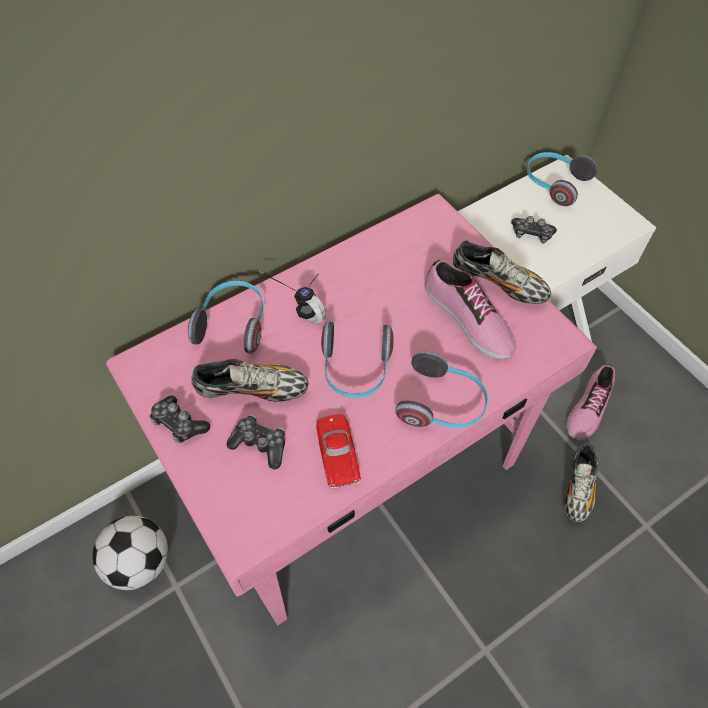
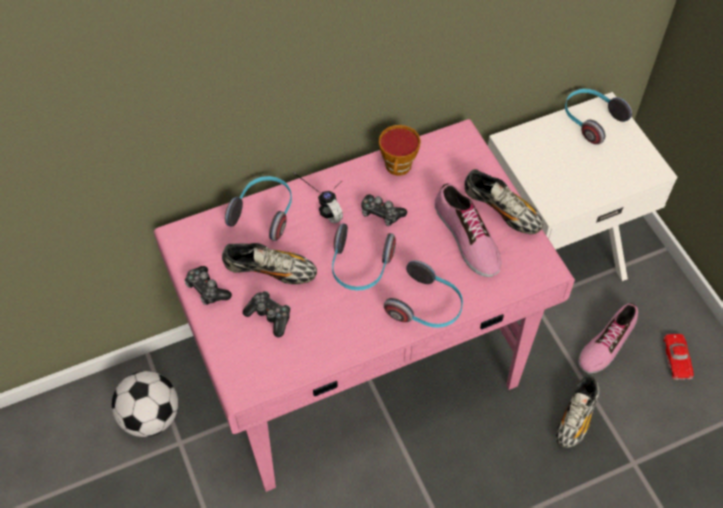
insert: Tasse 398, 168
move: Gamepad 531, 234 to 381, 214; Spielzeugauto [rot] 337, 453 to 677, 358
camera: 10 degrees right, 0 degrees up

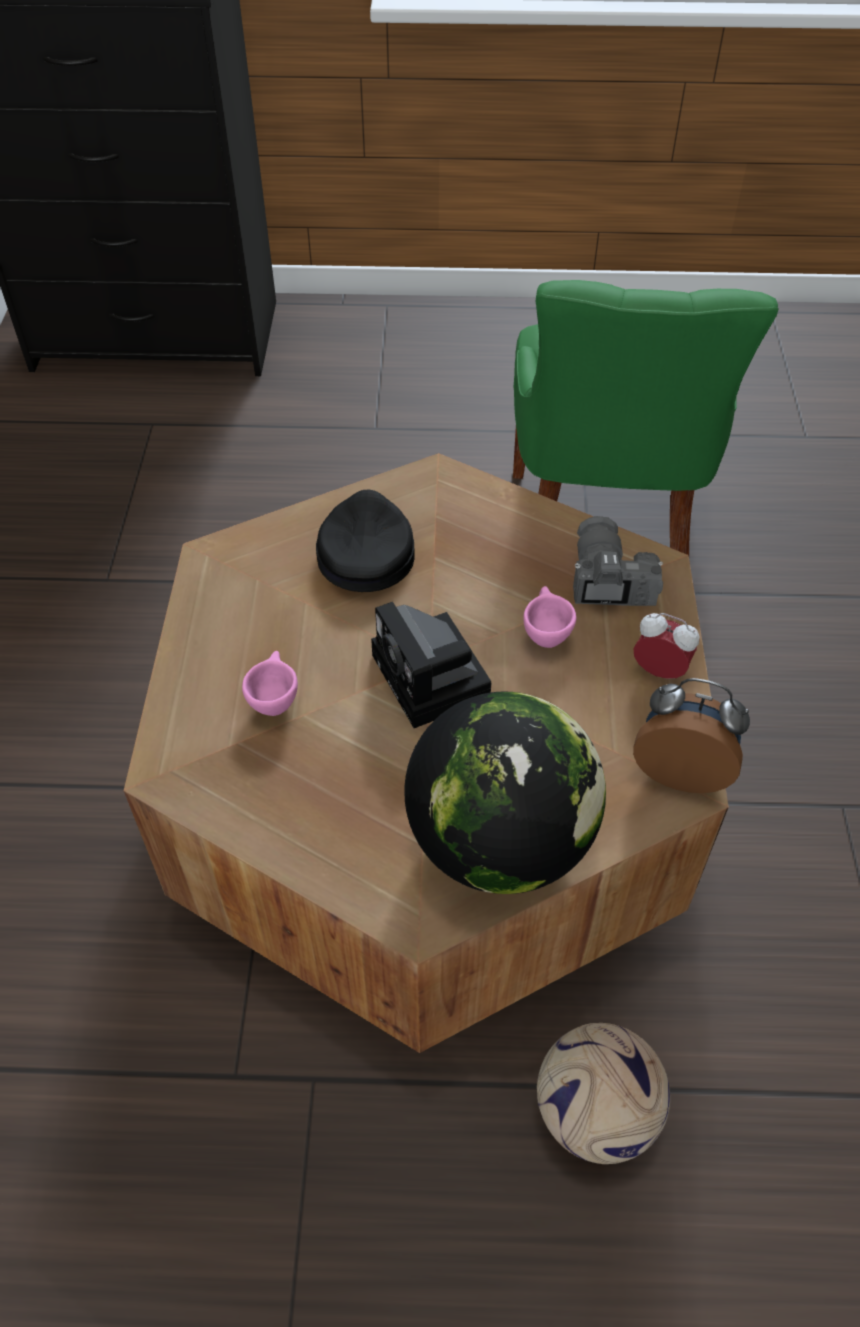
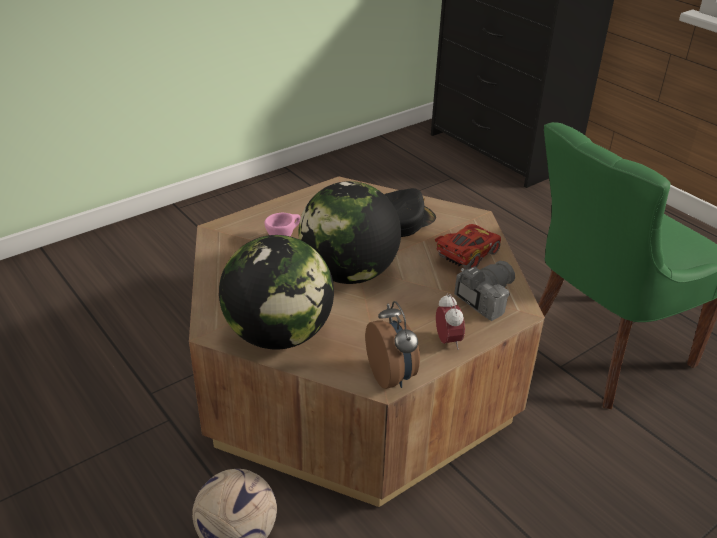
delete: Tasse [rosa] 544, 634
insert: Spielzeugauto [rot] 467, 256
replace: Kamera 434, 680 to Globus 349, 274
camera: 50 degrees right, 15 degrees down

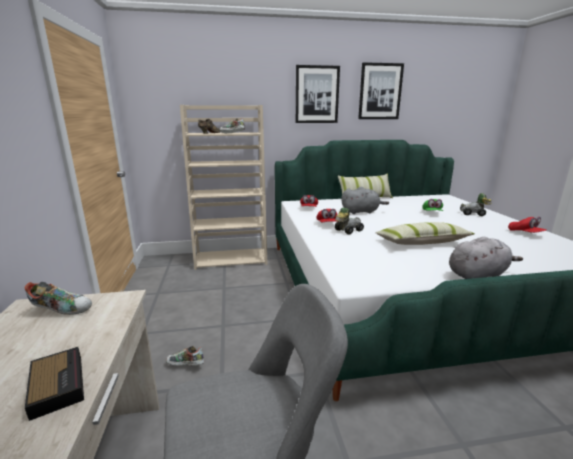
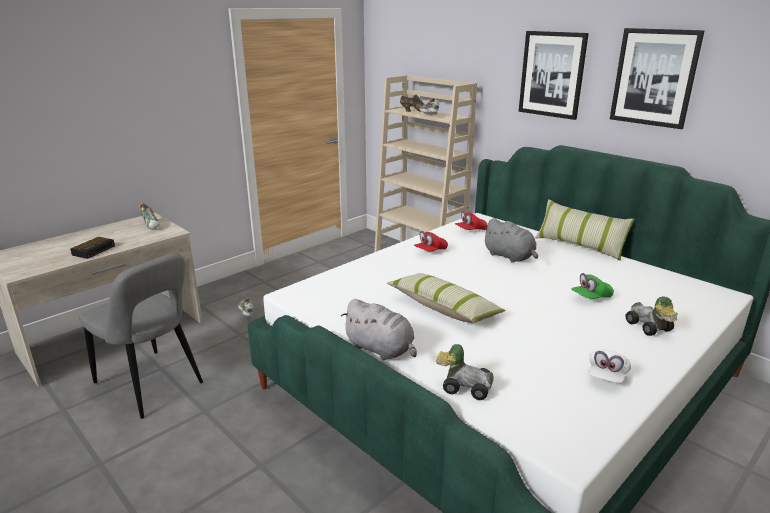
move: Spielzeugauto 347, 230 to 464, 386
recolor: Kappe [rot] 525, 233 to Kappe [weiß] 606, 376
camera: 55 degrees right, 5 degrees up

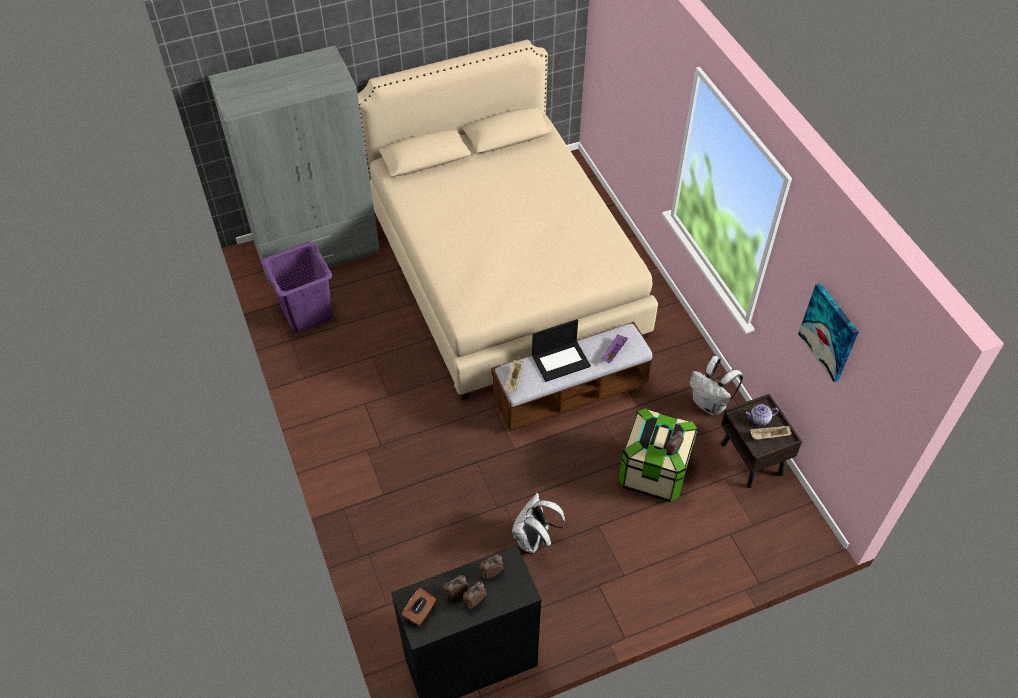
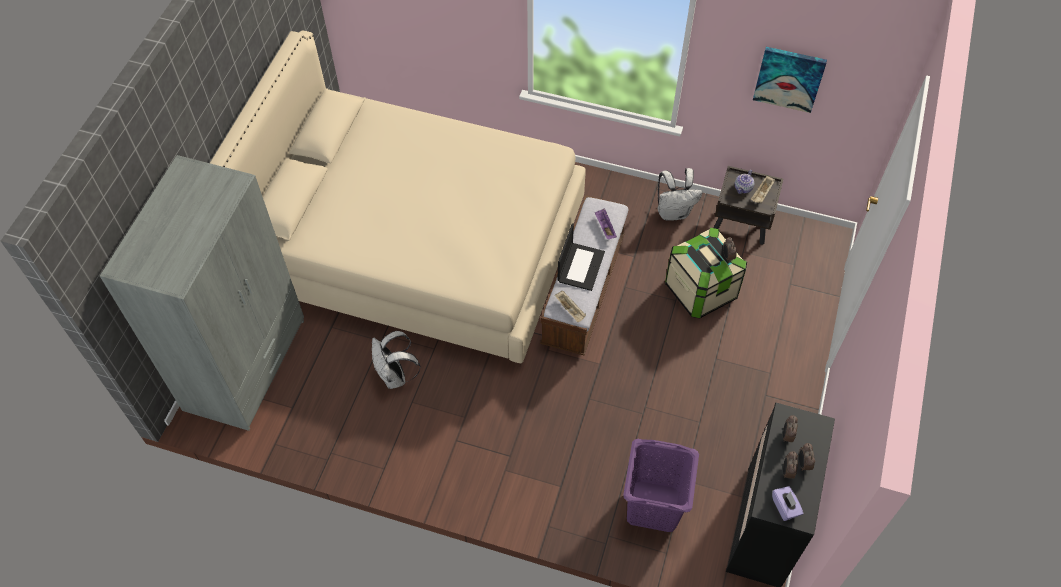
move: Wäschekorb [lila] 306, 313 to 653, 506; Rucksack [weiß] 534, 541 to 395, 376
recolor: Taschentuchbox [braun] 420, 612 to Taschentuchbox [lila] 785, 507
camera: 50 degrees left, 5 degrees up

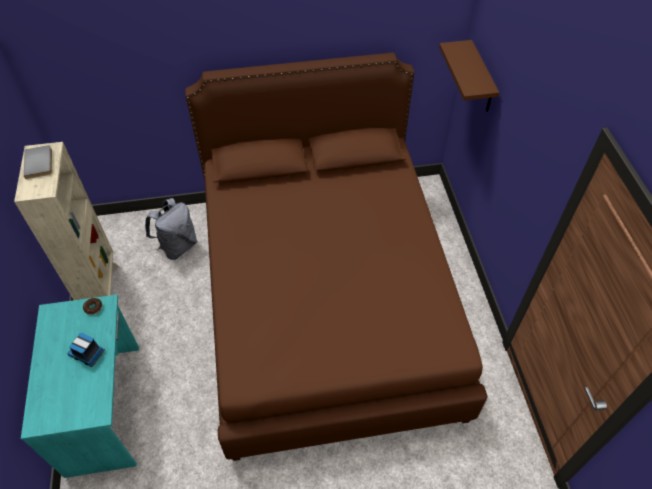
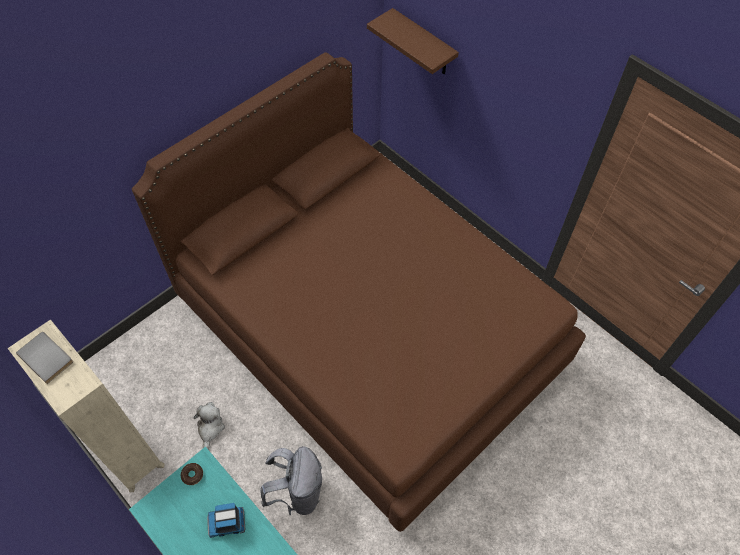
insert: Plüschtier 210, 428
move: Rucksack [grau] 177, 246 to 297, 492
camera: 35 degrees left, 5 degrees up

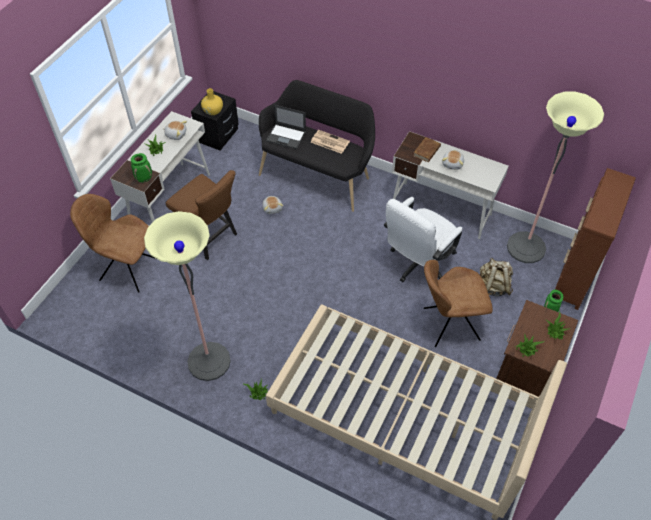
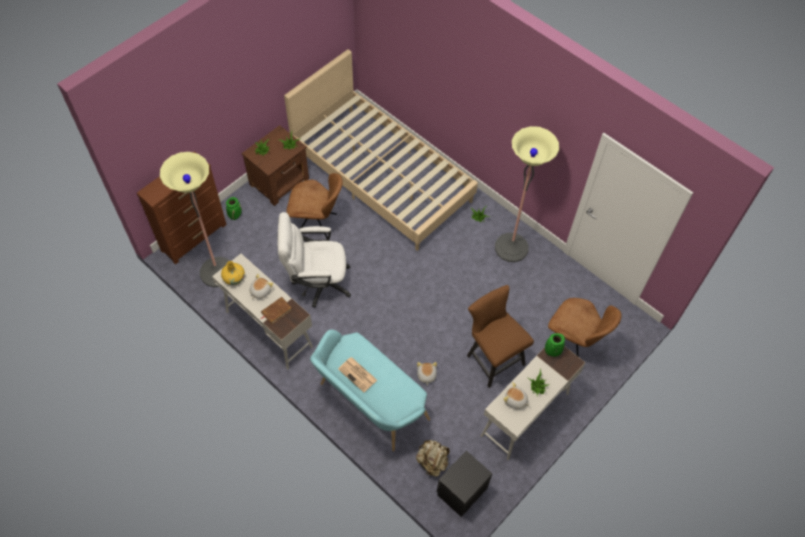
delete: Laptop 286, 136
move: Vase [gelb] 213, 111 to 234, 278; Rucksack [beige] 493, 286 to 432, 462
recolor: Bank [schwarz] 318, 174 to Bank [türkis] 369, 404
rotate: Bürostuhl [weiß] 417, 264 = 317, 282 150 degrees counterclockwise
camera: 165 degrees left, 5 degrees up

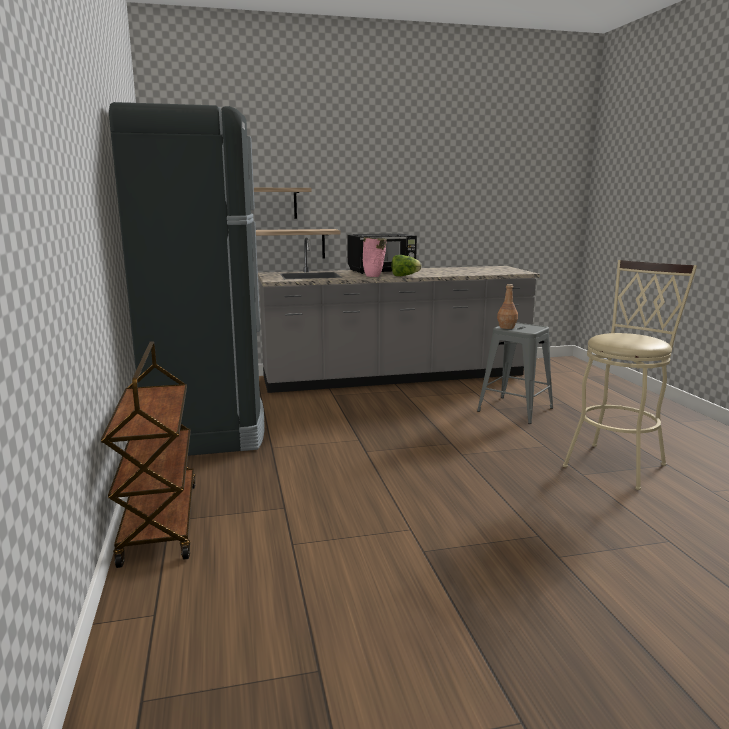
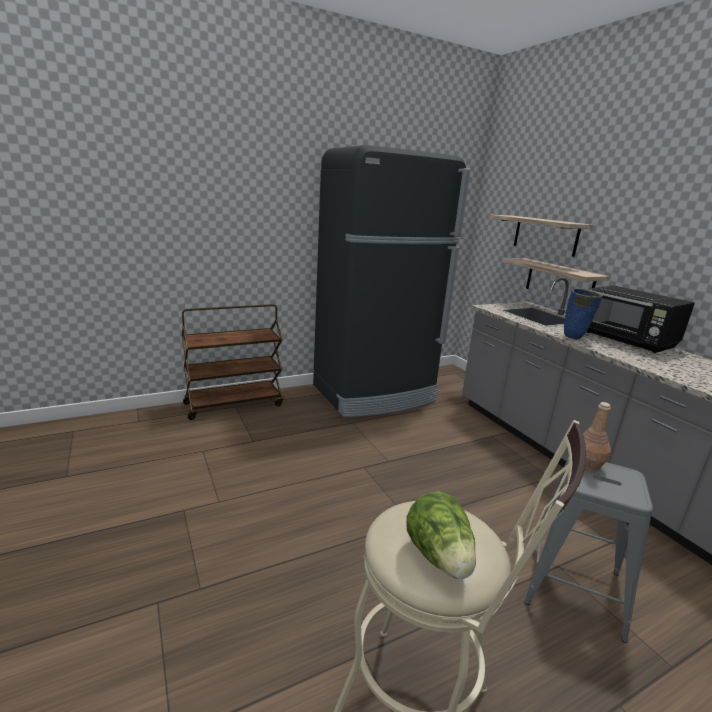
move: Salatkopf 404, 276 to 439, 557
recolor: Vase [rosa] 374, 276 to Vase [blau] 574, 337
camera: 75 degrees right, 5 degrees up

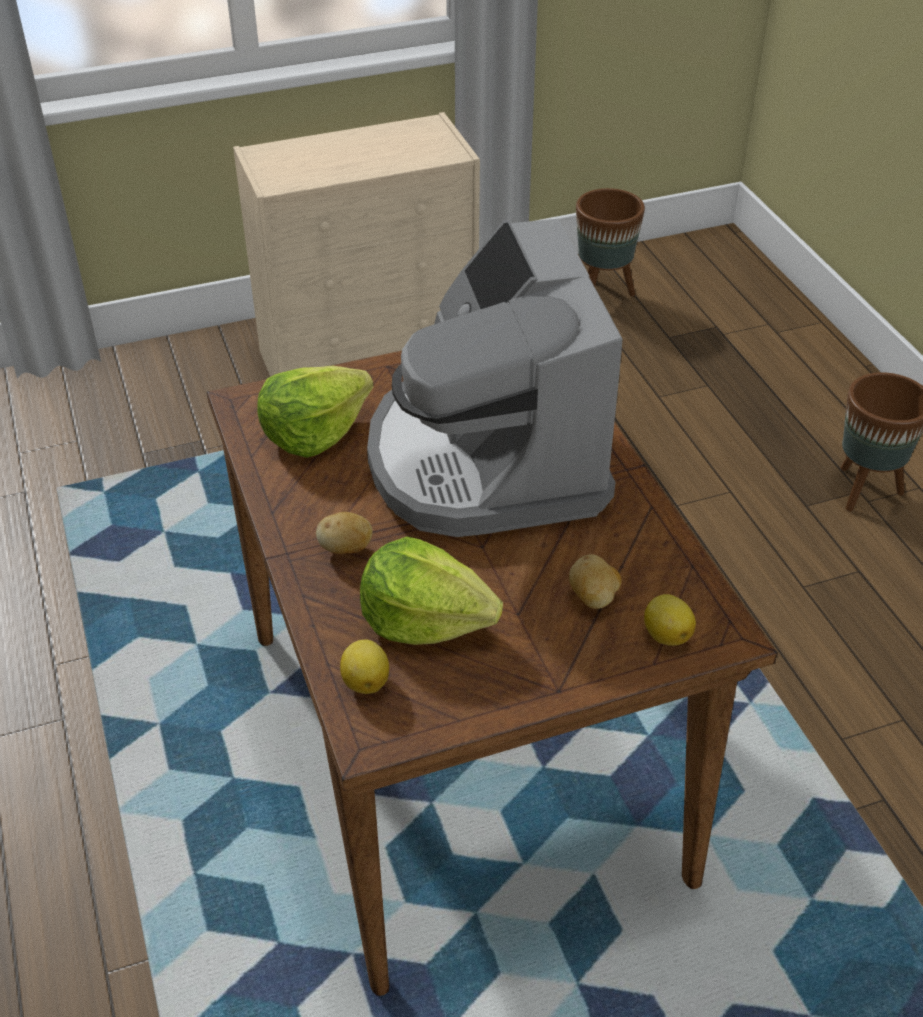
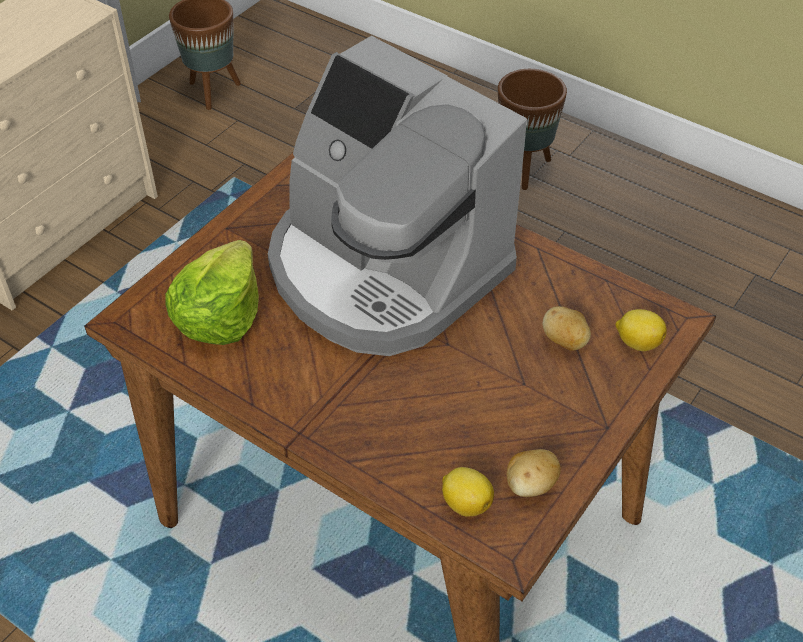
delete: Salatkopf 425, 619
move: Kartoffel 345, 549 to 530, 485
camera: 35 degrees left, 5 degrees up

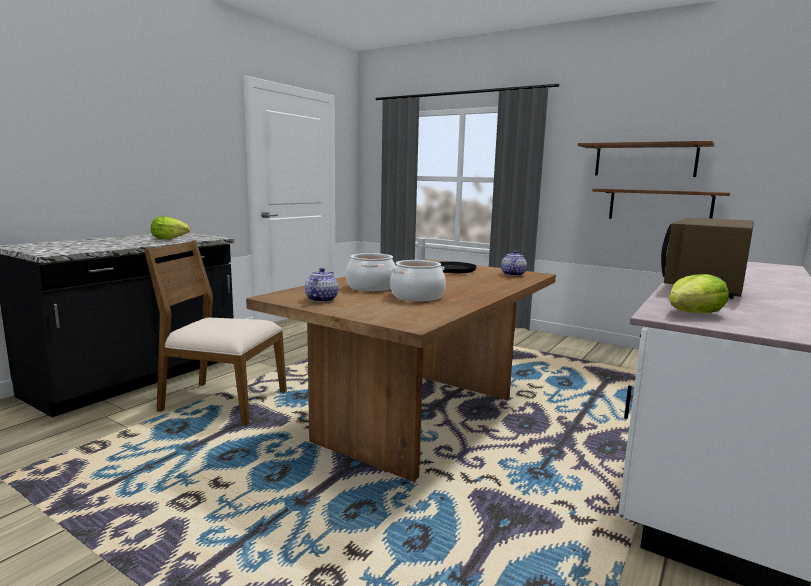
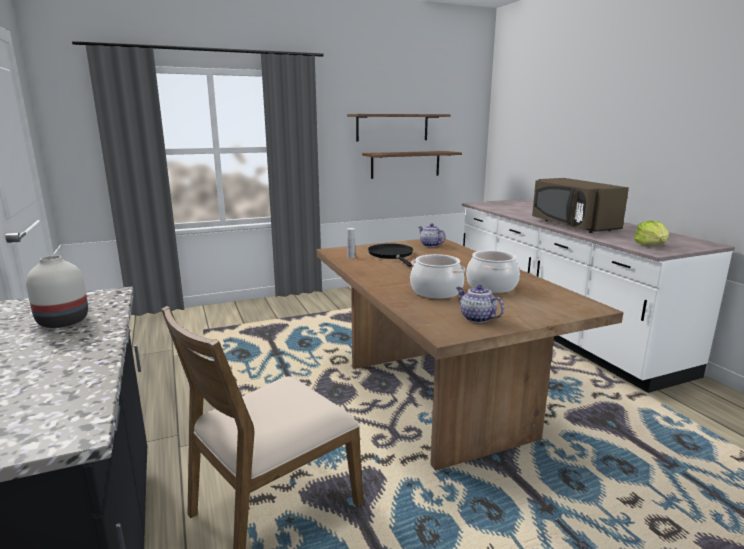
replace: Salatkopf 169, 239 to Vase [weiß] 61, 321
camera: 55 degrees left, 5 degrees up

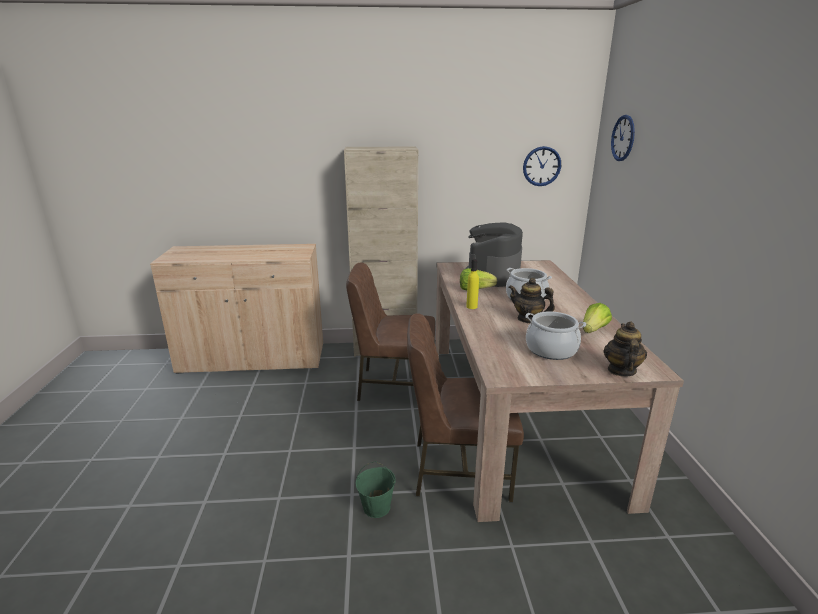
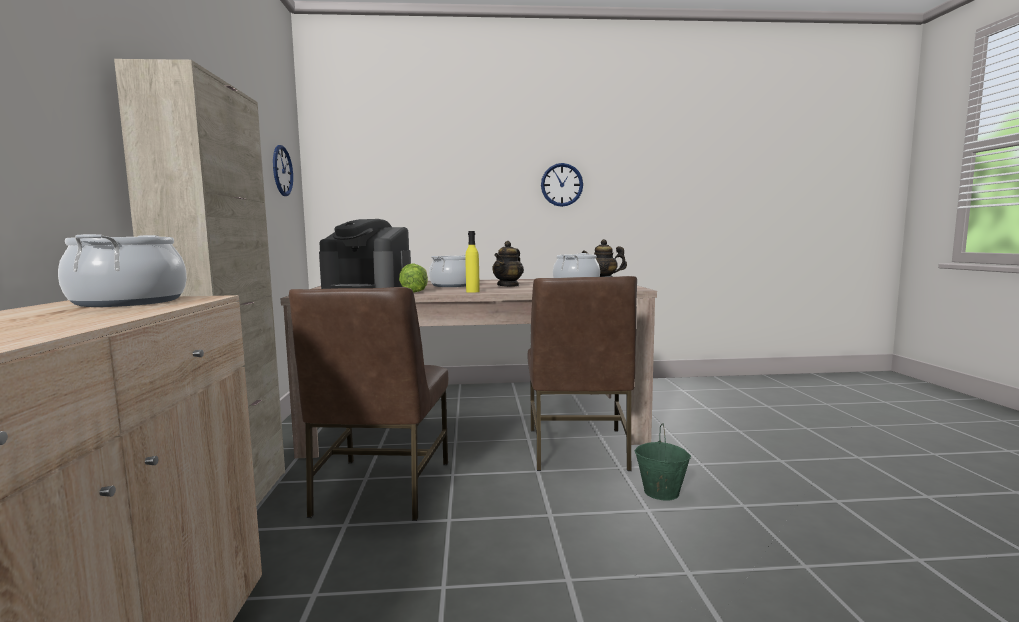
delete: Salatkopf 593, 330
insert: Kochtopf 129, 302
move: Wanduhr 623, 138 to 561, 185
camera: 90 degrees left, 15 degrees down

